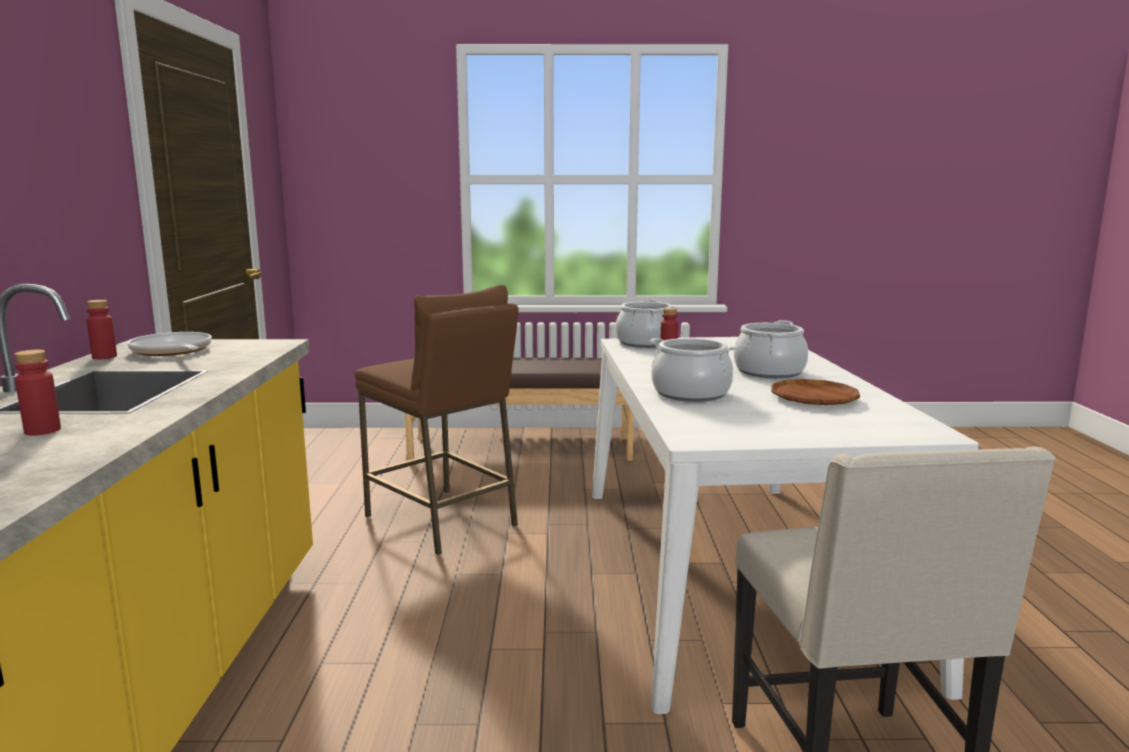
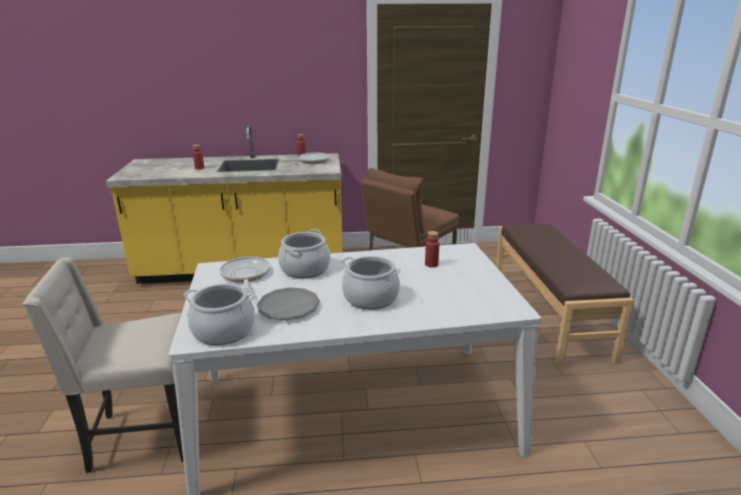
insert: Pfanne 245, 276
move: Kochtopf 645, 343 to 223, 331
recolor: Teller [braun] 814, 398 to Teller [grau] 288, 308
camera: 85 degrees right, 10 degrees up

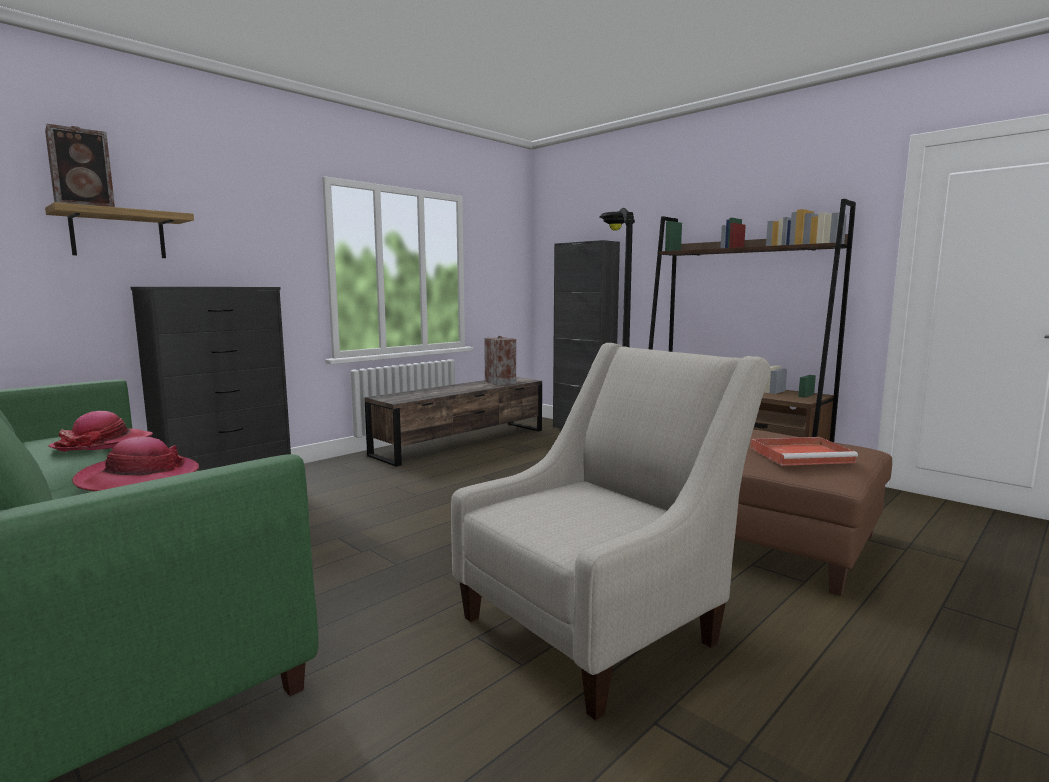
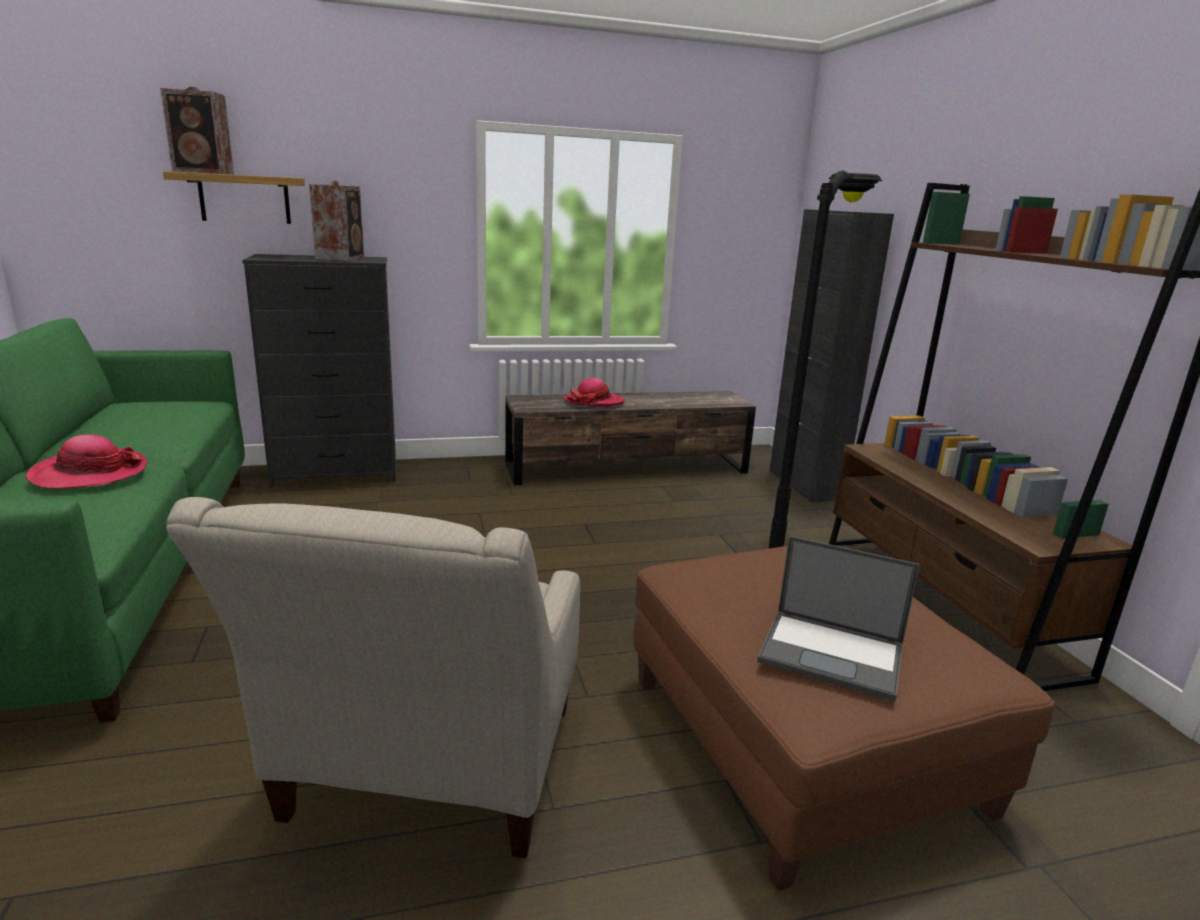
move: Lautsprecher 500, 382 to 341, 258; Hut 103, 444 to 594, 402
replace: Tablett [rot] 802, 455 to Laptop 833, 653
rotate: Sessel [beige] 601, 623 = 427, 776 105 degrees clockwise
camera: 30 degrees right, 10 degrees up

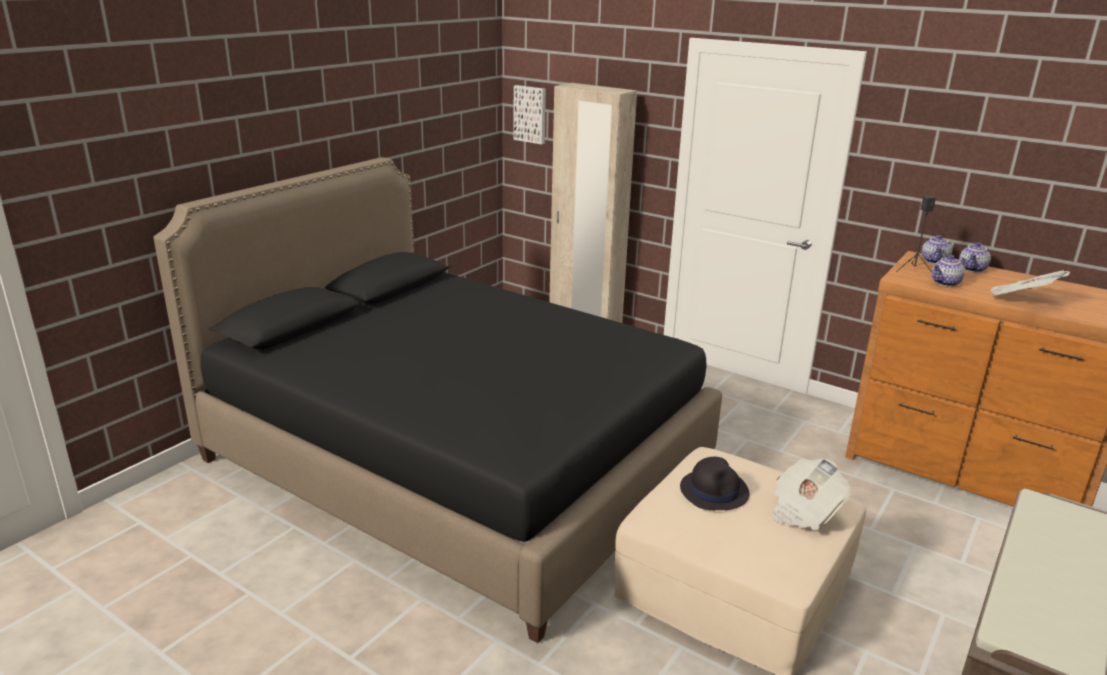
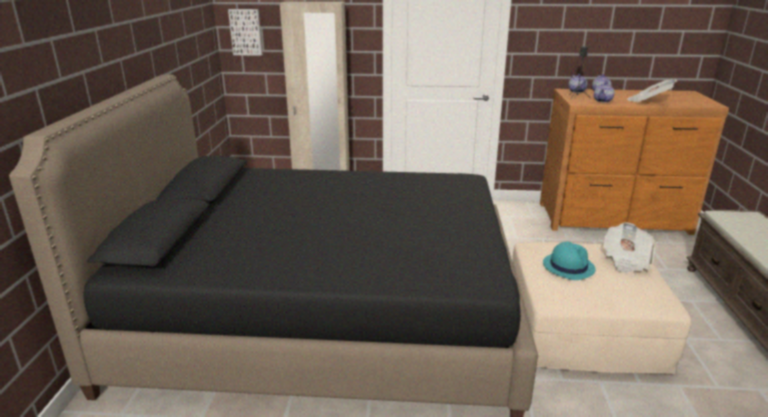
recolor: Hut [schwarz] 714, 490 to Hut [türkis] 568, 266
camera: 30 degrees left, 0 degrees up

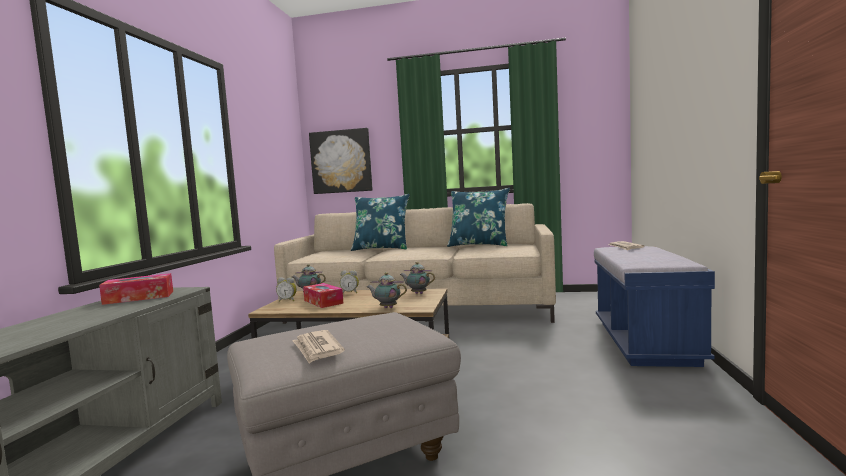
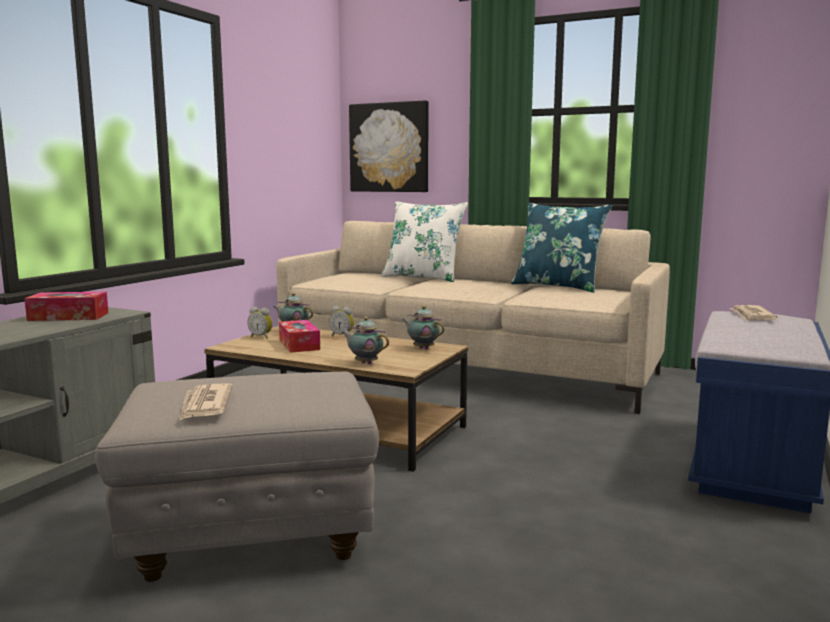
recolor: Kissen [blau] 381, 249 to Kissen [weiß] 423, 277
camera: 15 degrees right, 5 degrees up

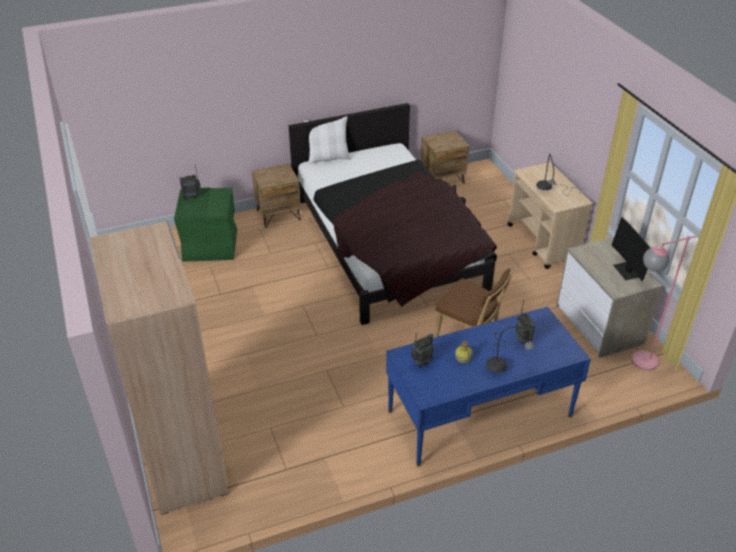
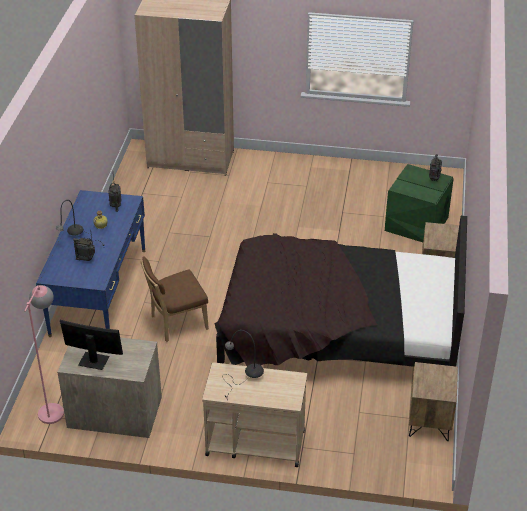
delete: Kissen [weiß] 328, 158
camera: 120 degrees right, 0 degrees up

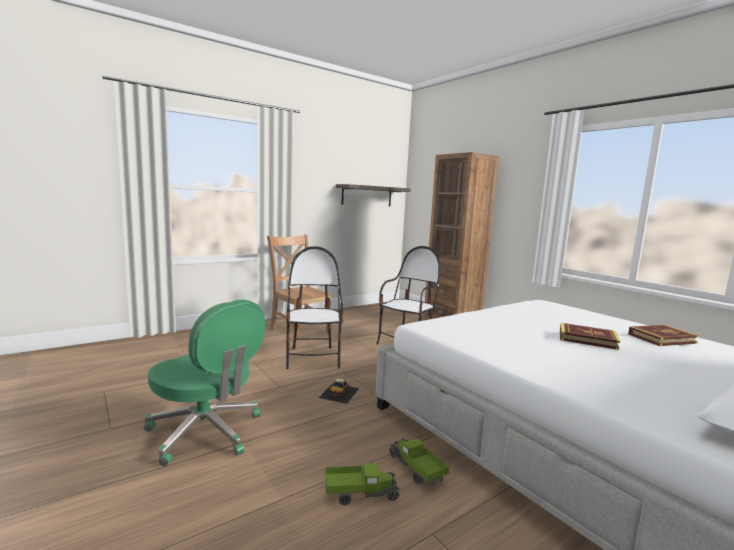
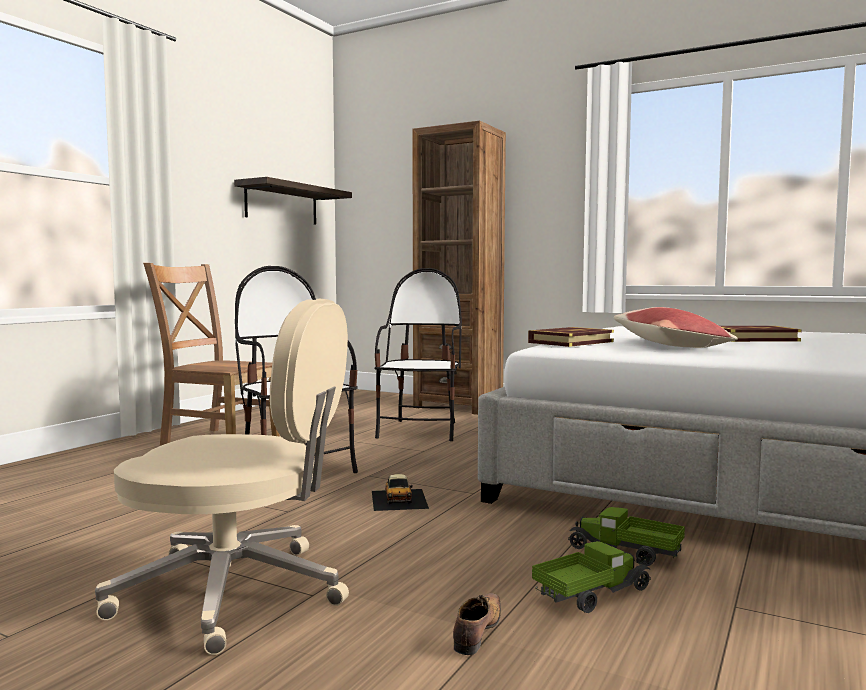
insert: Kissen 667, 345; Schuh 477, 631
move: Buch 662, 338 to 571, 342
recolor: Bürostuhl [grün] 206, 433 to Bürostuhl [beige] 236, 593
camera: 25 degrees left, 5 degrees down

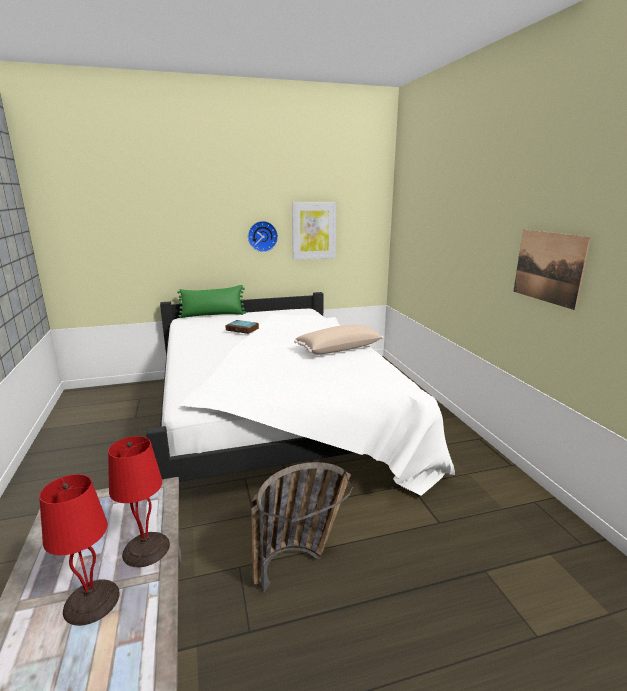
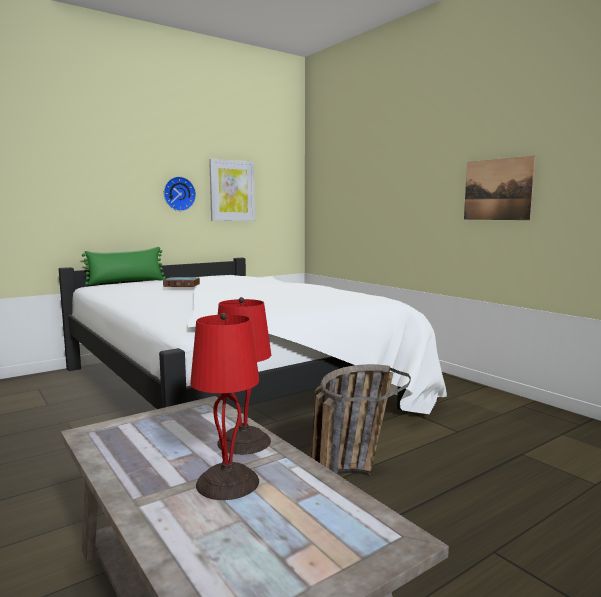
delete: Kissen [beige] 338, 349
camera: 20 degrees left, 10 degrees down

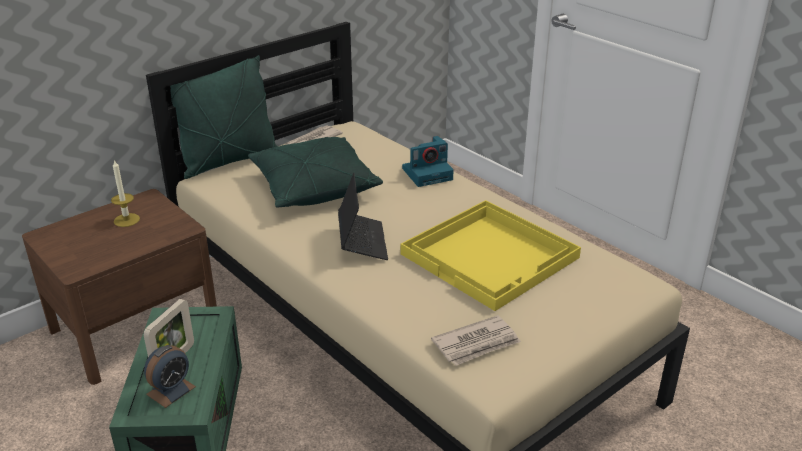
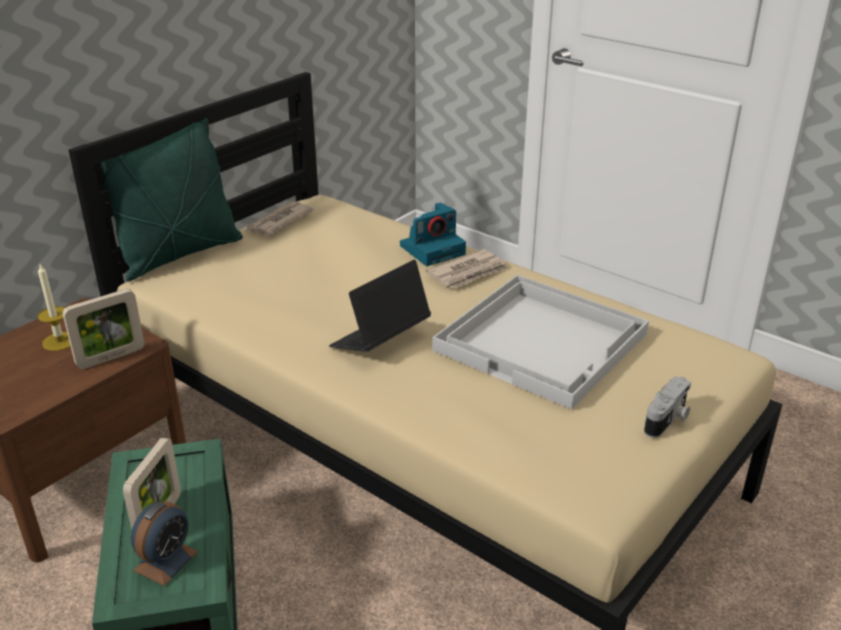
delete: Kissen [grün] 313, 187
insert: Bilderrahmen 111, 357; Kamera 668, 420
move: Zeitung 477, 344 to 468, 273
recolor: Tablett [gelb] 491, 256 to Tablett [weiß] 543, 341
rotate: Laptop 362, 242 = 380, 340 120 degrees counterclockwise
camera: 10 degrees left, 0 degrees up

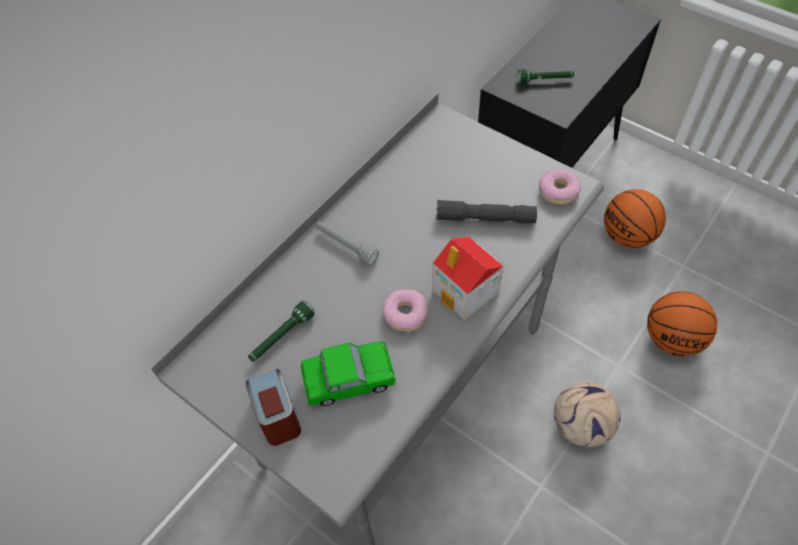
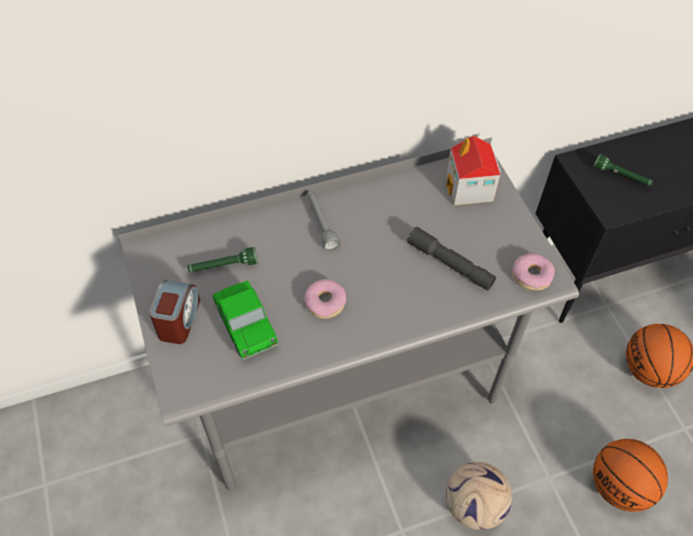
move: Spielzeughaus 466, 292 to 469, 188
rotate: Spielzeugauto 349, 380 = 246, 326 45 degrees clockwise
camera: 30 degrees right, 0 degrees up

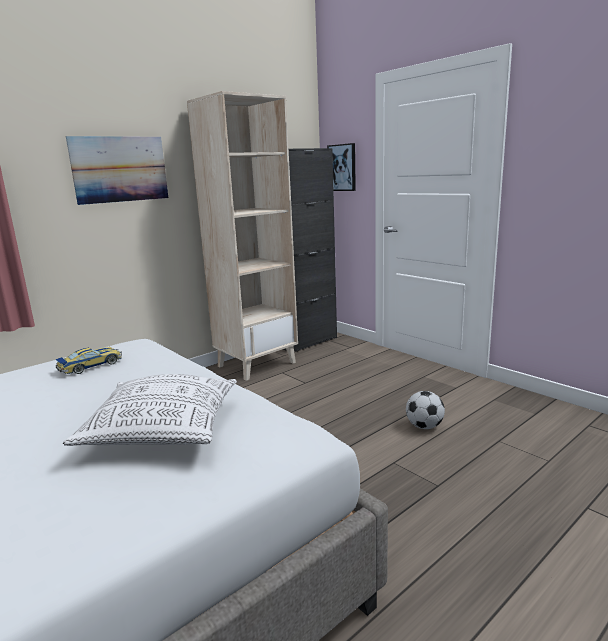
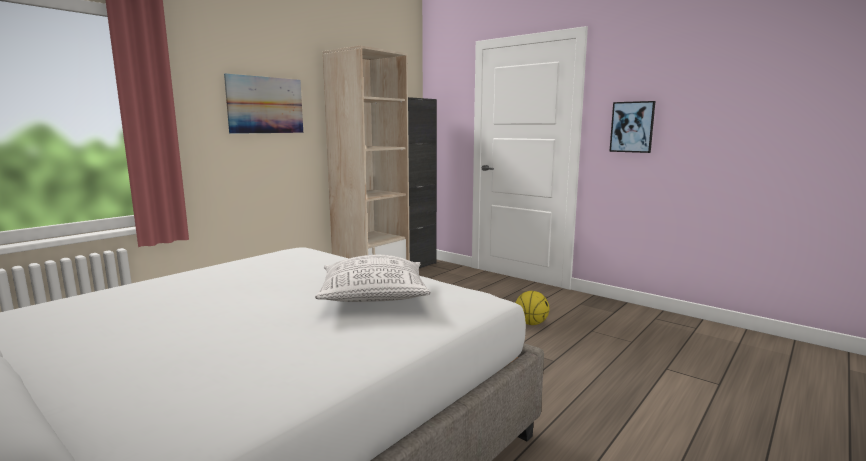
delete: Spielzeugauto 91, 366
move: Bild 342, 167 to 632, 127
replace: Fußball 424, 426 to Basketball 531, 323
camera: 10 degrees left, 5 degrees down

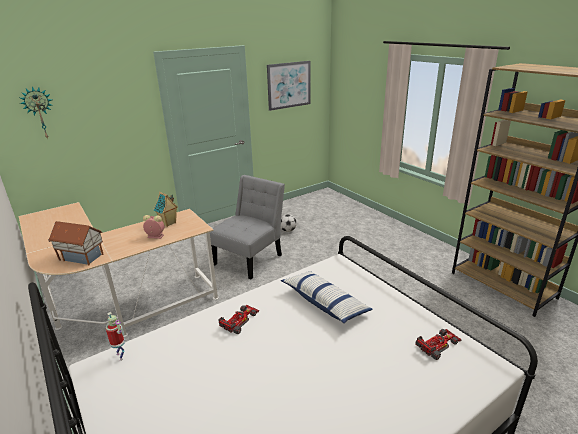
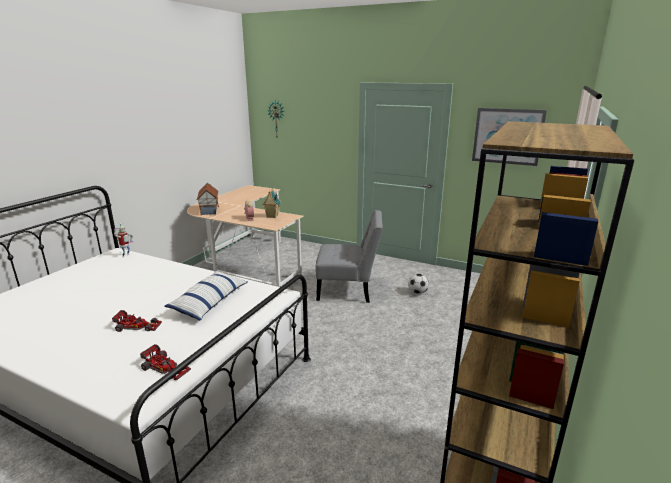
move: Spielzeugauto 239, 320 to 138, 325
camera: 60 degrees right, 5 degrees down

